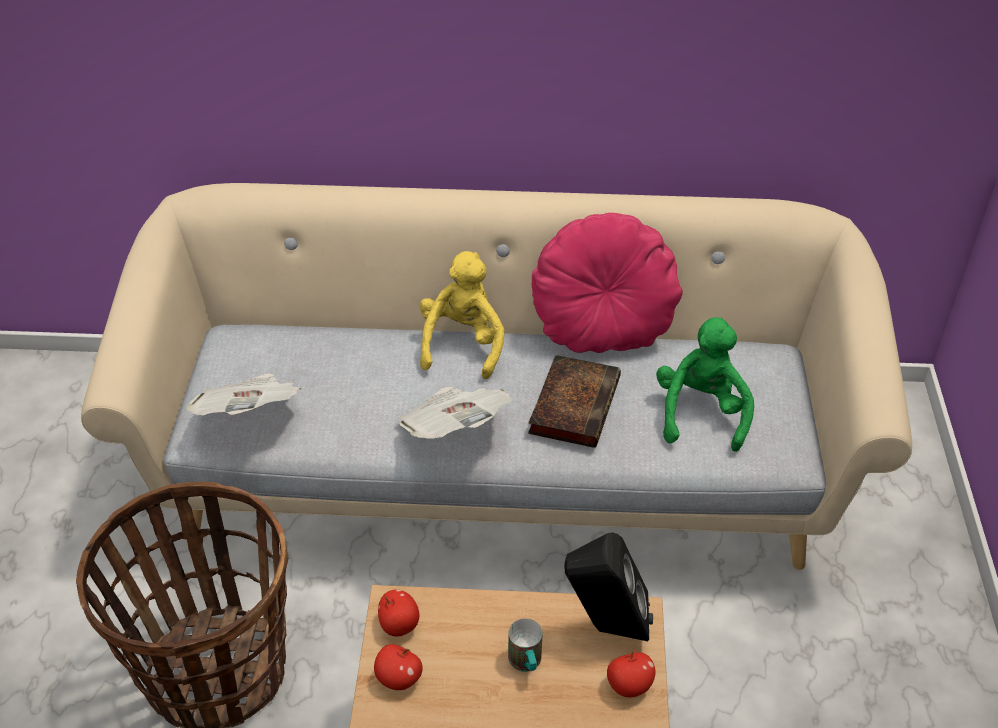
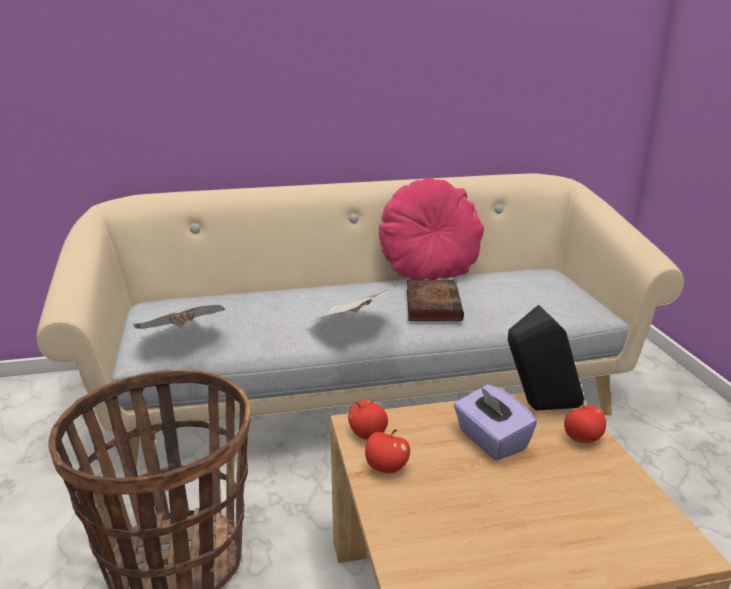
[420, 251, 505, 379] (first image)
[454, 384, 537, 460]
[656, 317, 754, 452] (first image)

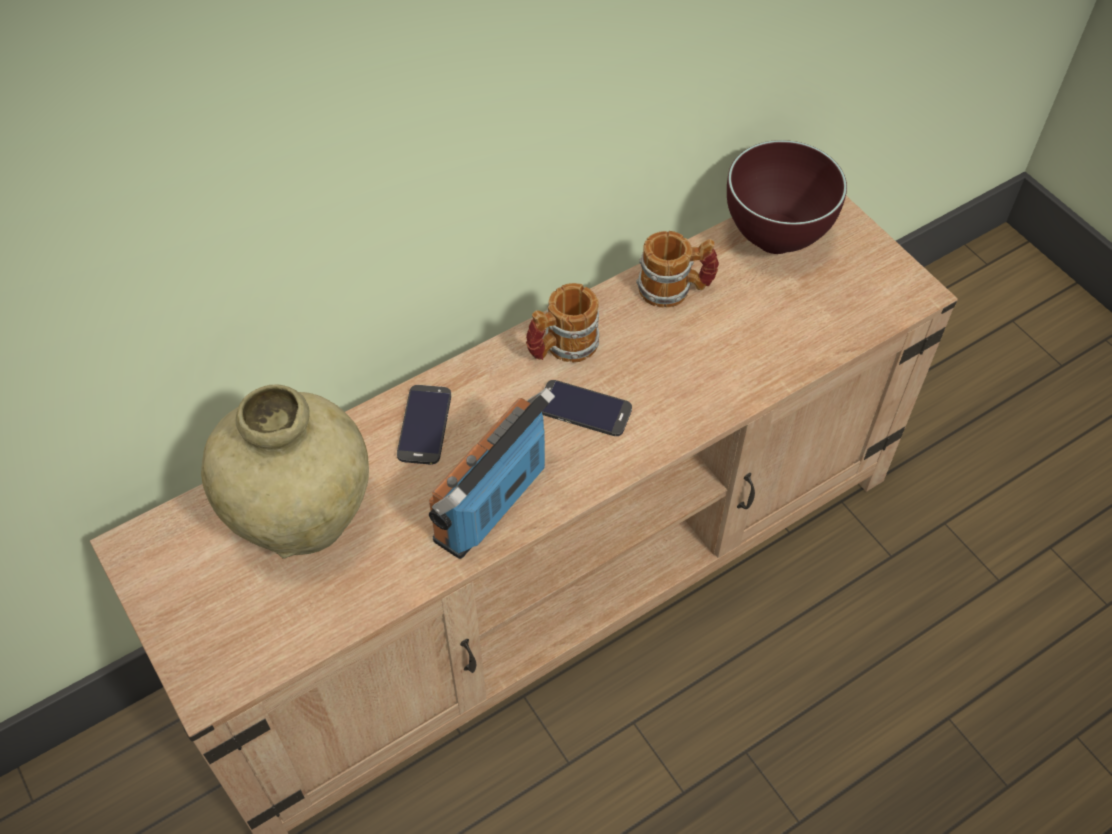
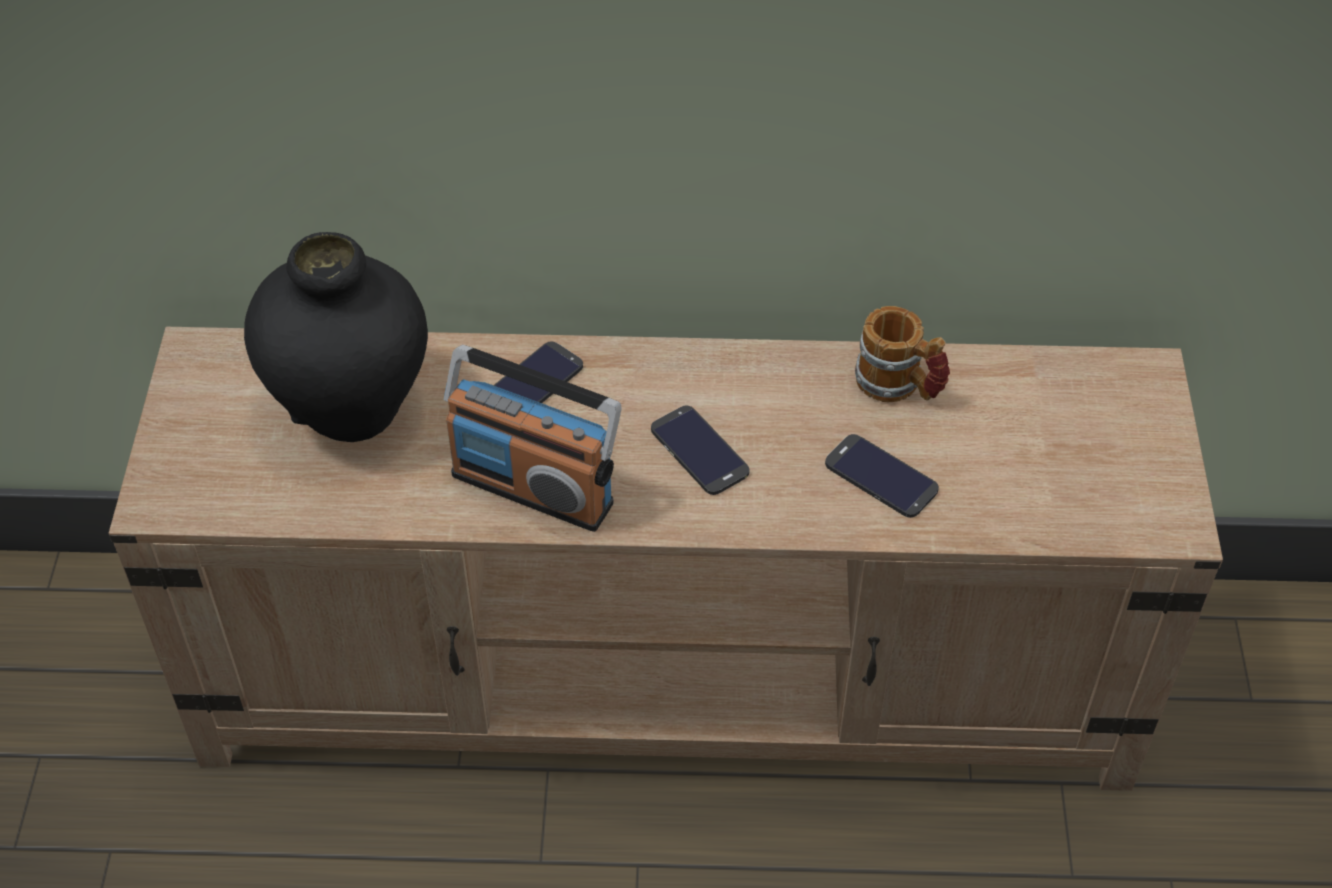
[244, 232, 428, 442]
[444, 345, 621, 532]
[526, 283, 599, 363] (first image)
[727, 140, 847, 254] (first image)
[825, 434, 939, 518]

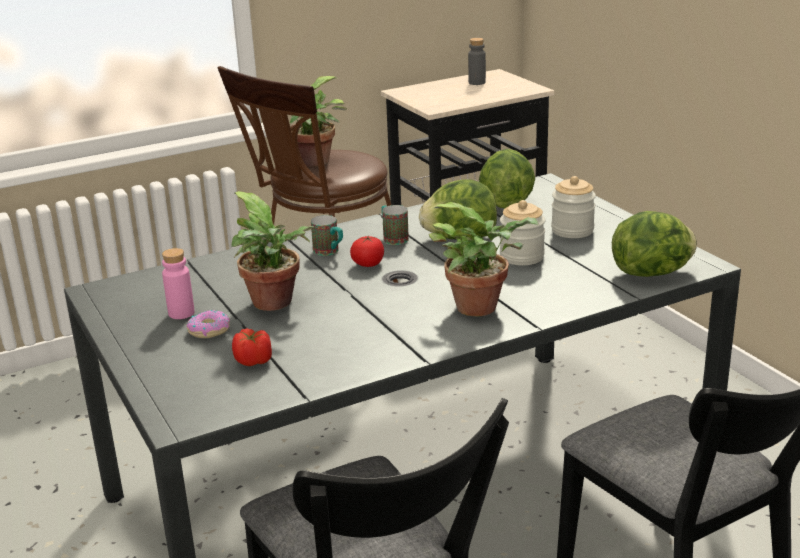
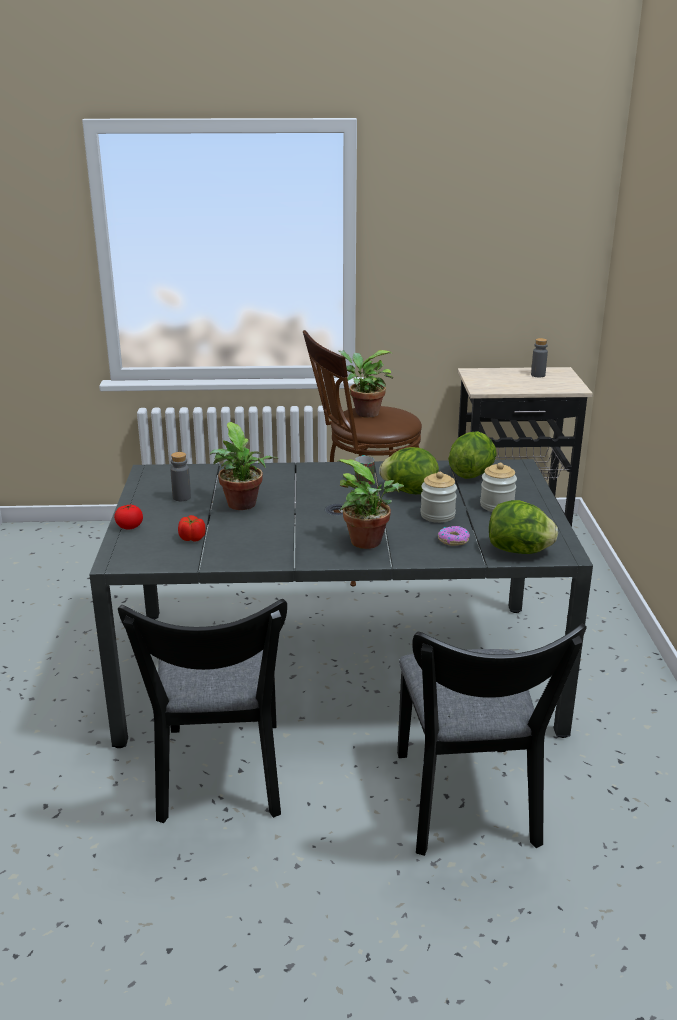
[170, 452, 191, 501]
[438, 526, 470, 546]
[311, 215, 343, 256] (first image)
[114, 505, 143, 529]

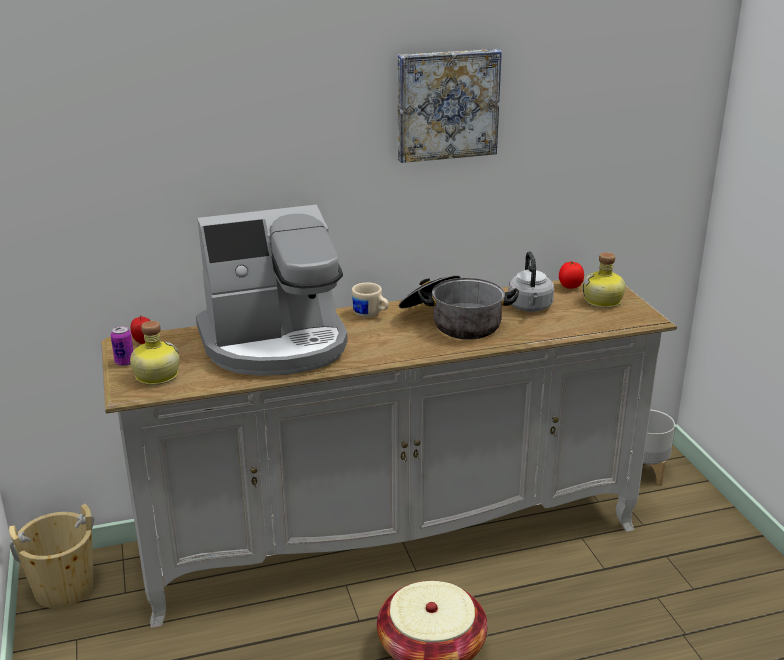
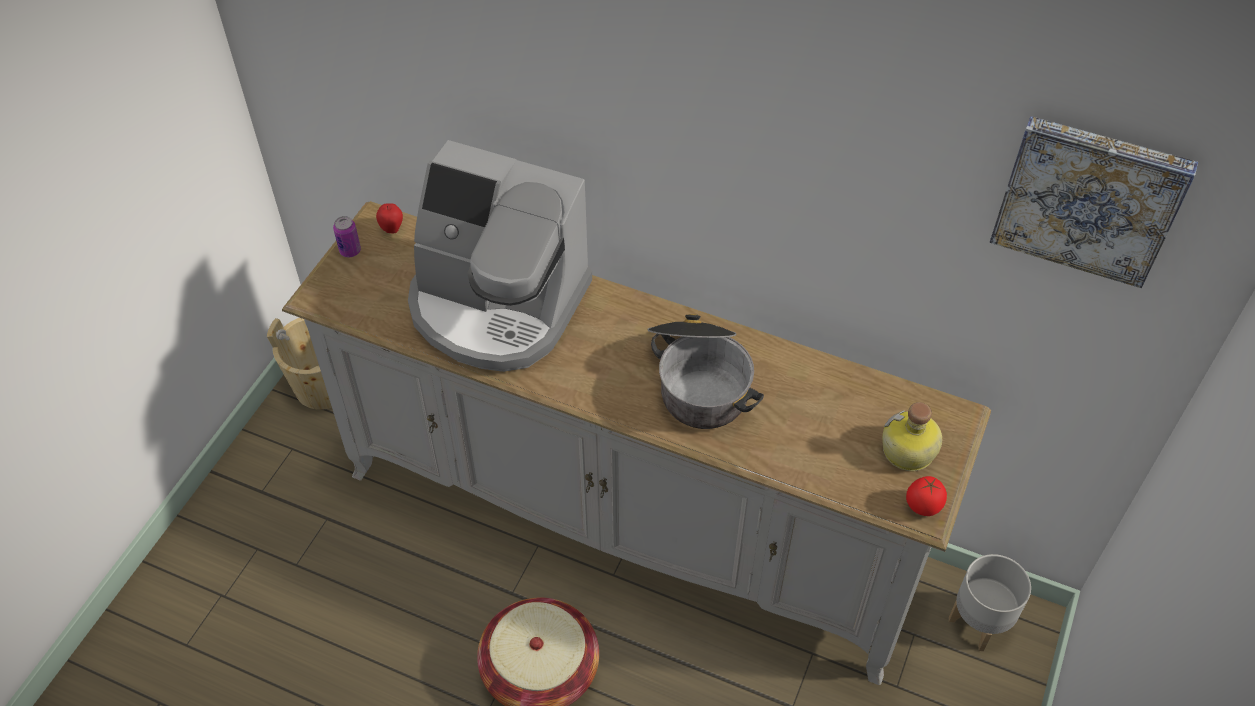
[130, 321, 180, 385] (first image)
[352, 283, 389, 317] (first image)
[990, 116, 1198, 288]
[508, 251, 554, 312] (first image)
[906, 476, 947, 516]

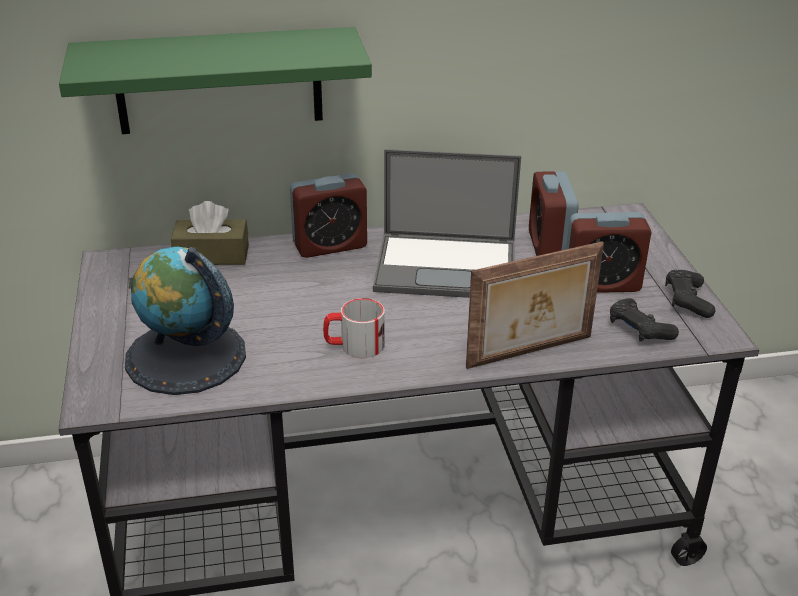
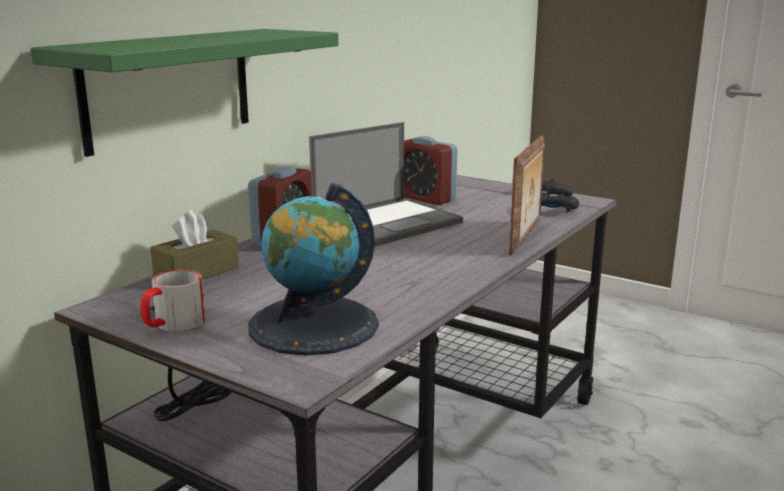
[141, 270, 205, 332]
[566, 212, 652, 293] (first image)

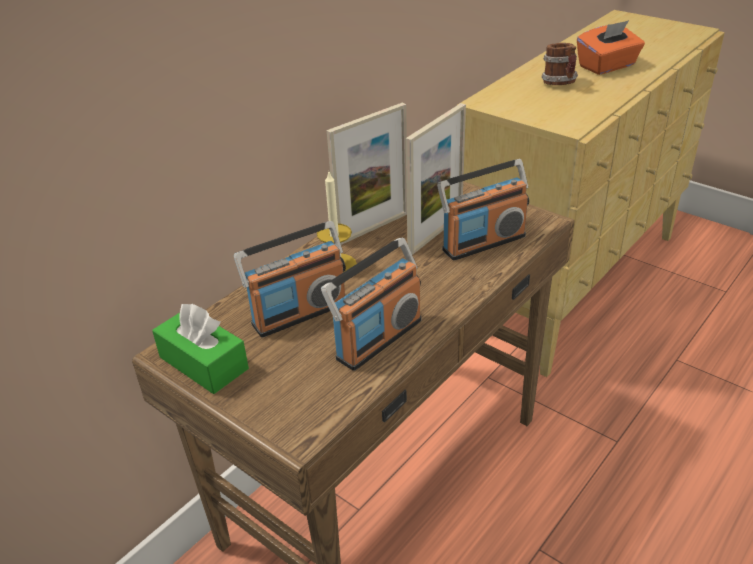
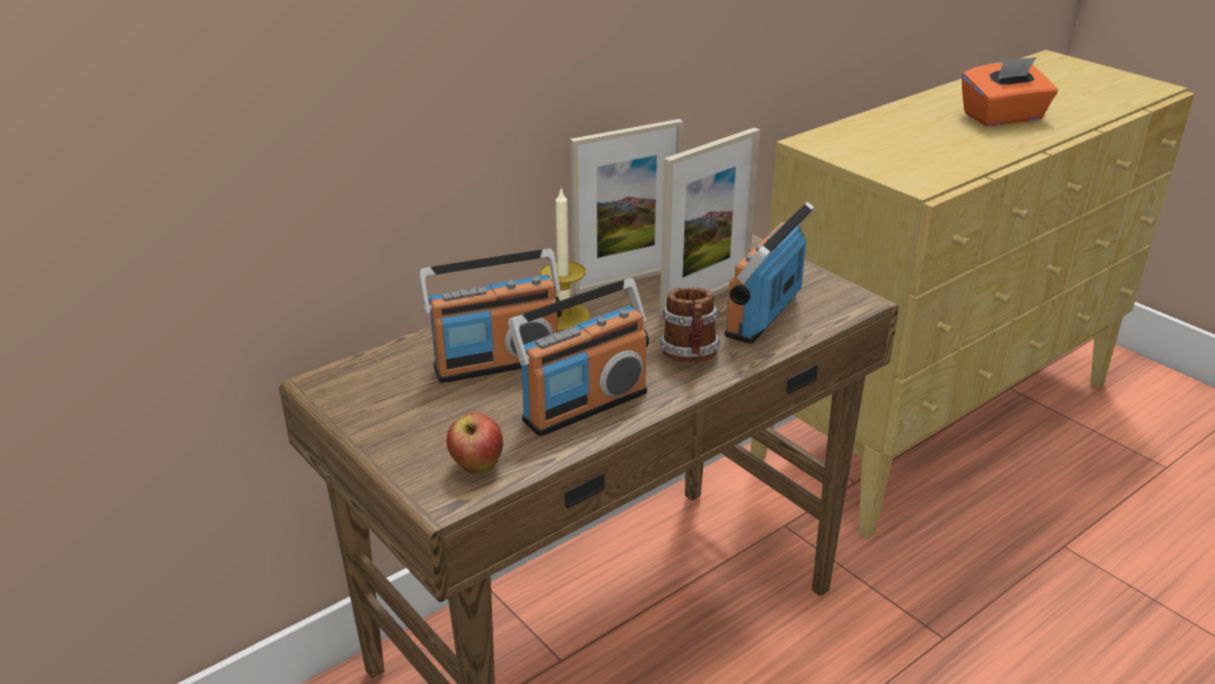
[152, 304, 249, 394] (first image)
[725, 201, 814, 344]
[659, 287, 721, 362]
[446, 413, 503, 473]

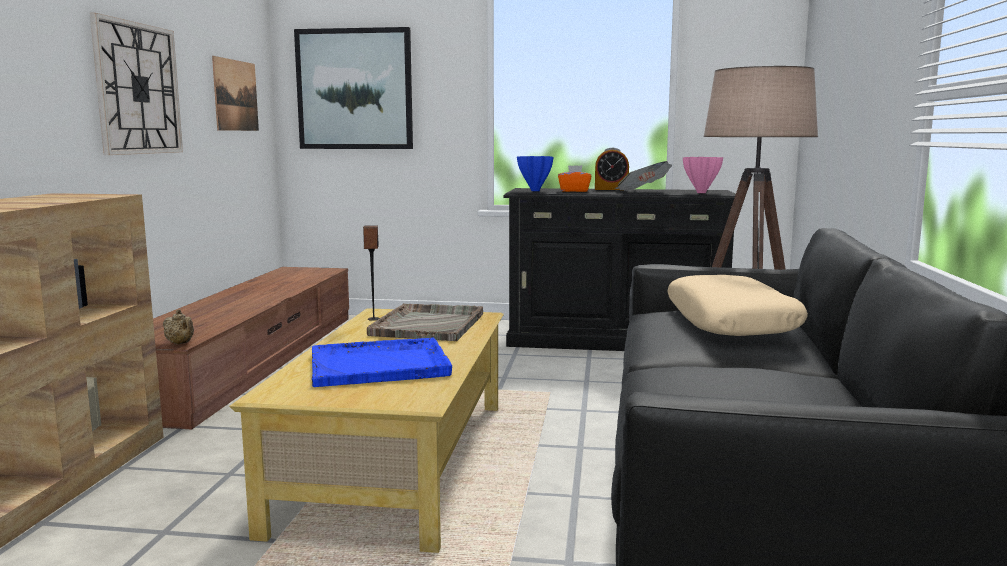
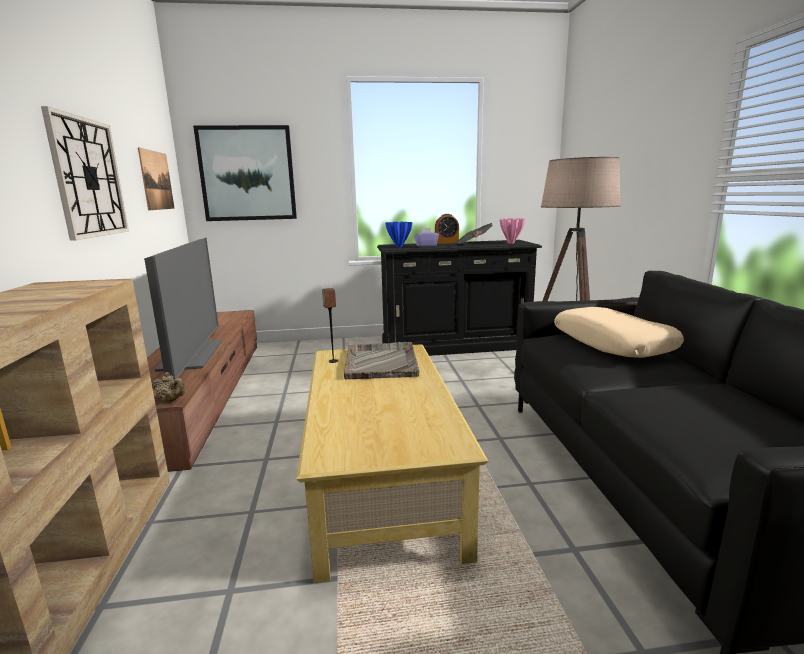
[312, 338, 452, 387] (first image)
[414, 227, 439, 247]
[144, 238, 222, 380]

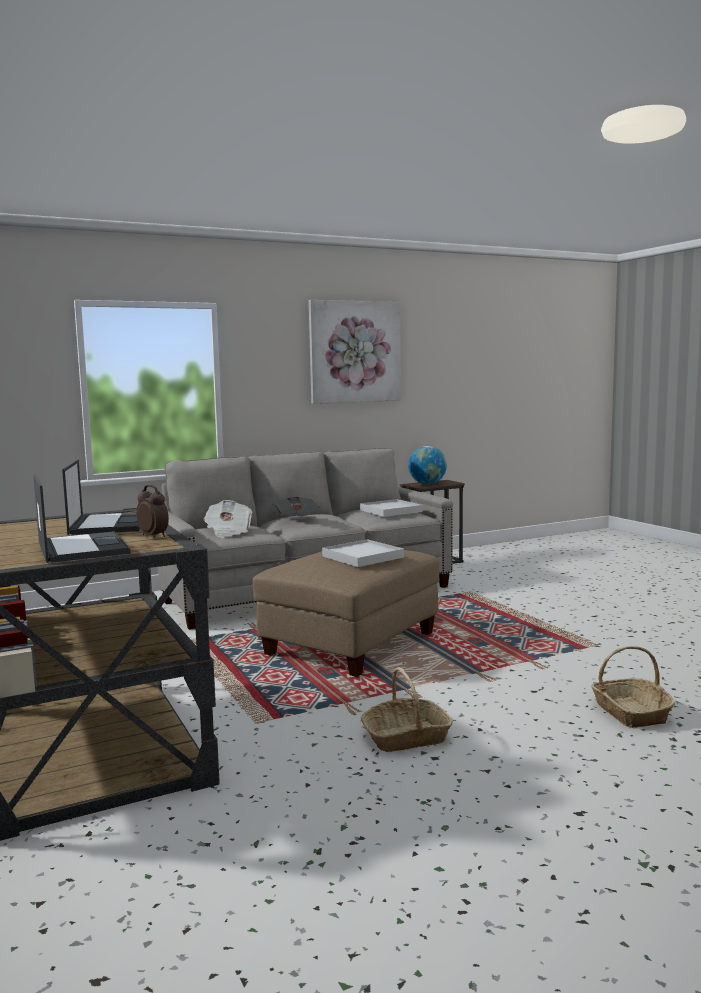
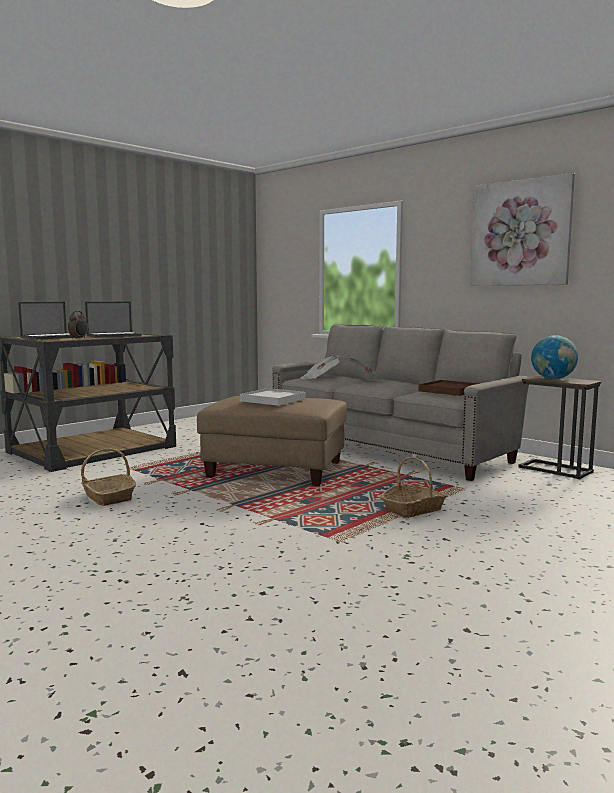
[419, 380, 479, 396]
[381, 457, 447, 518]

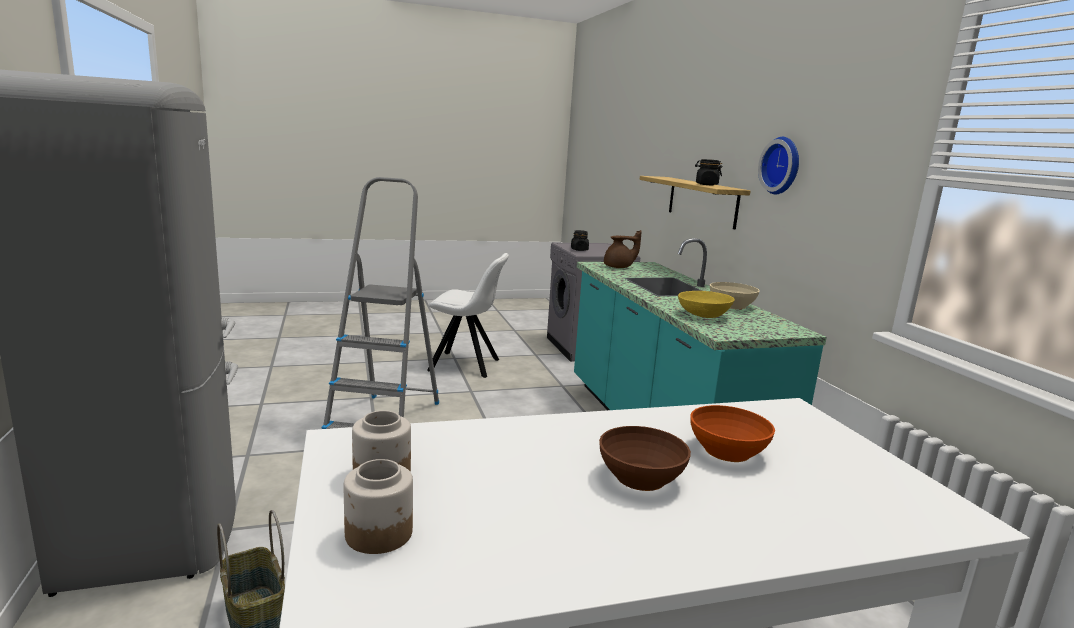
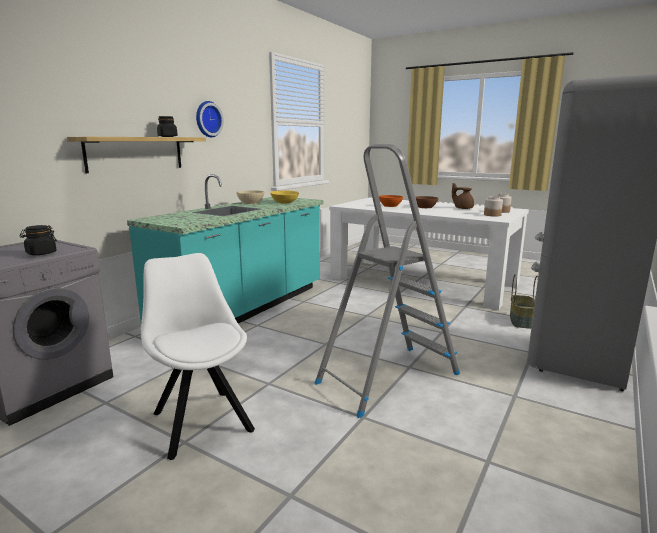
[452, 183, 474, 209]

